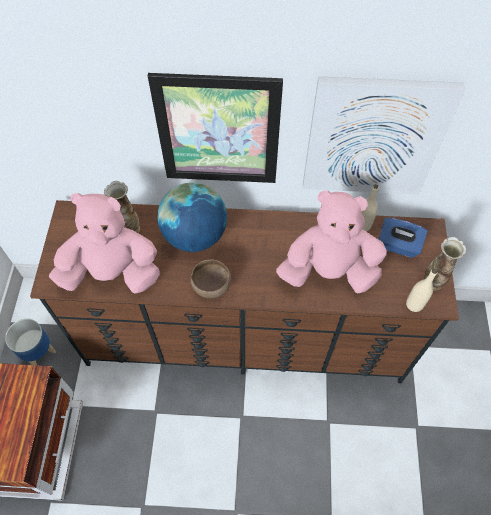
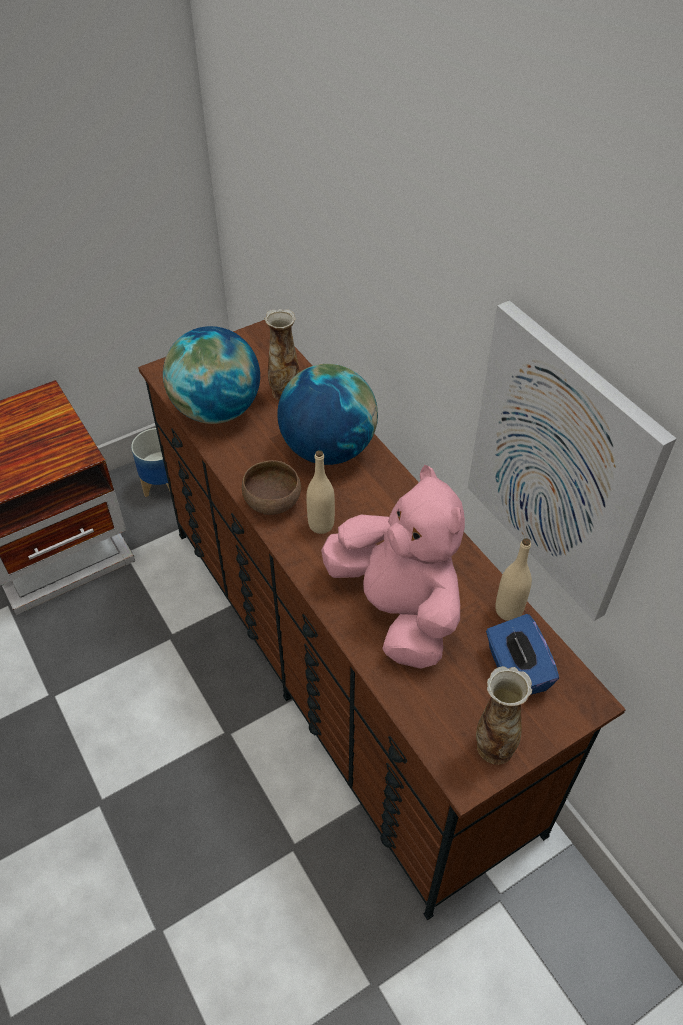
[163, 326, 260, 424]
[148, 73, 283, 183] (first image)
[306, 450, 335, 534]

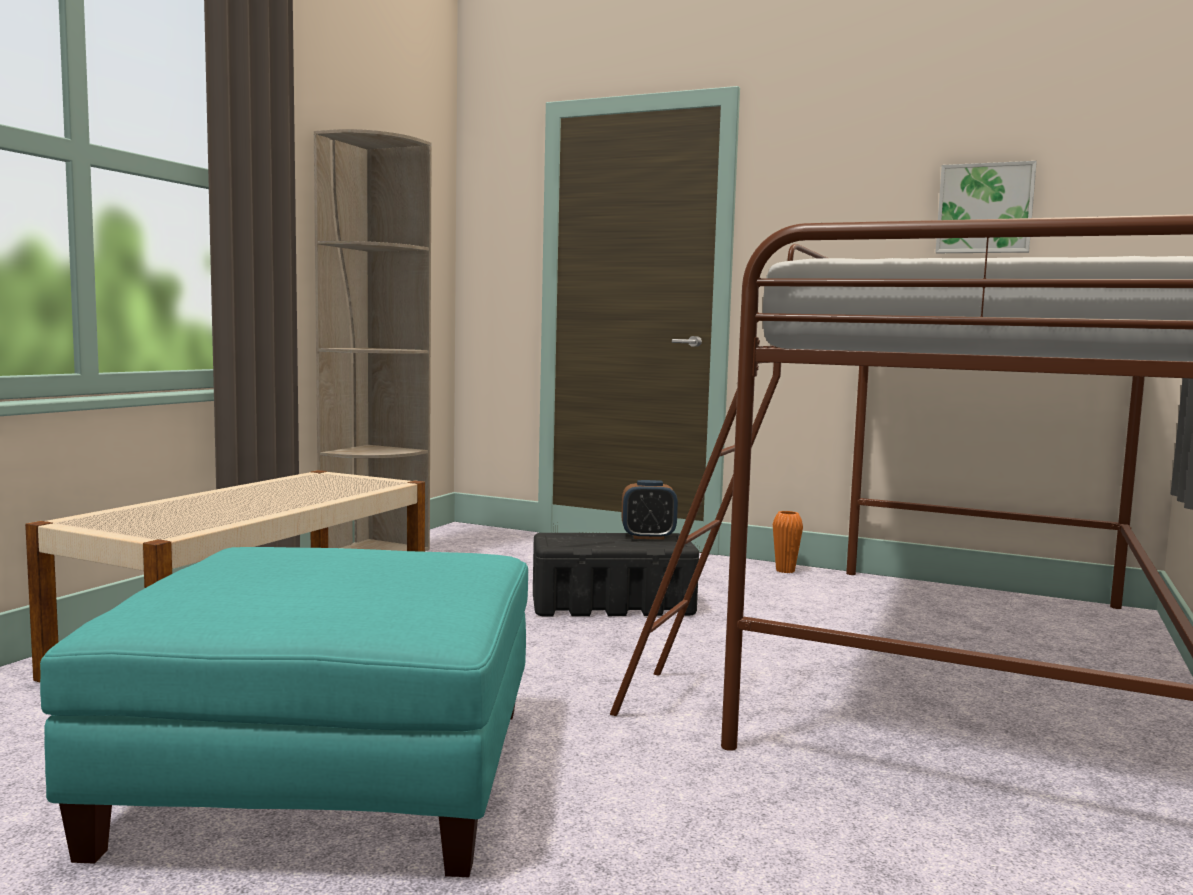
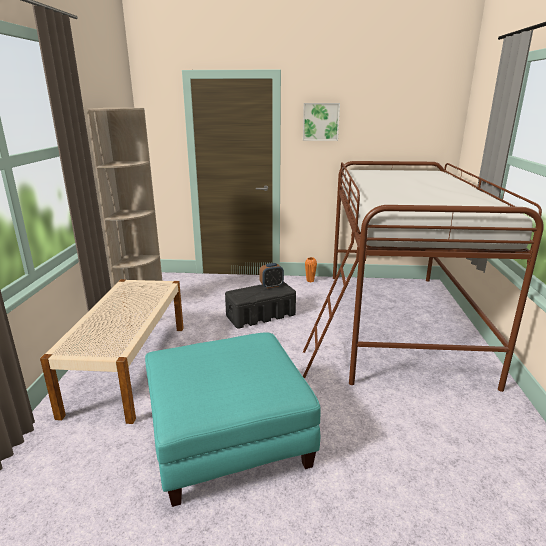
[303, 103, 340, 141]

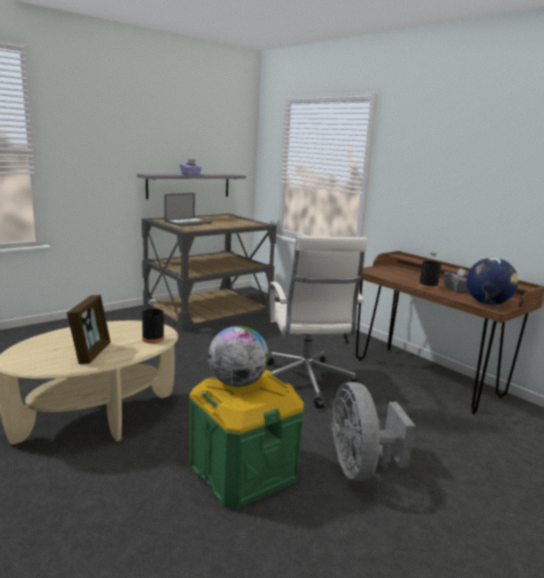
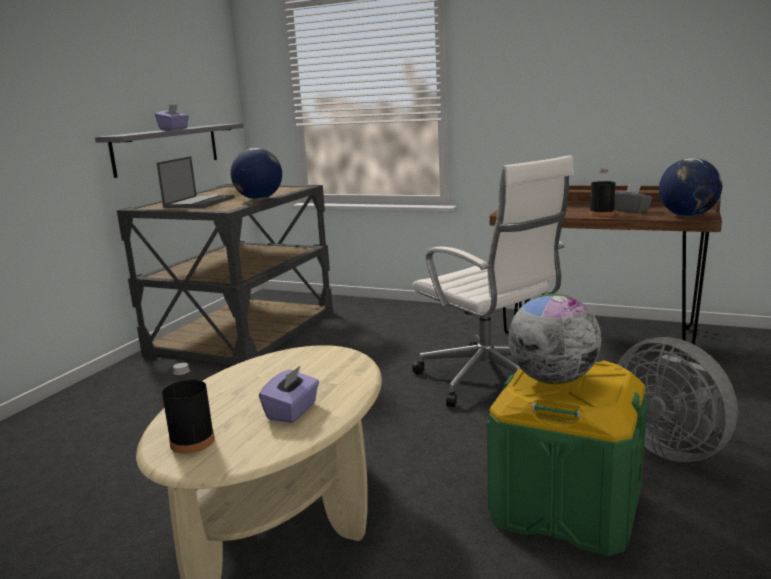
[259, 365, 319, 423]
[162, 363, 215, 454]
[231, 148, 282, 200]

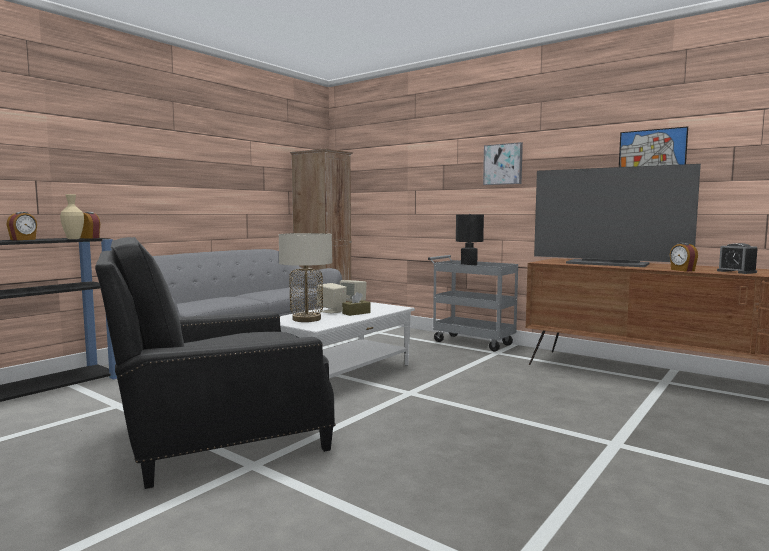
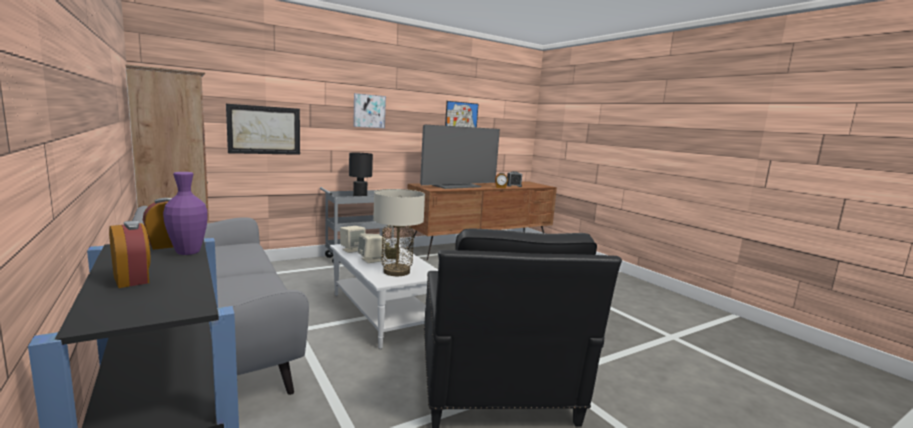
[163, 172, 208, 255]
[226, 104, 300, 155]

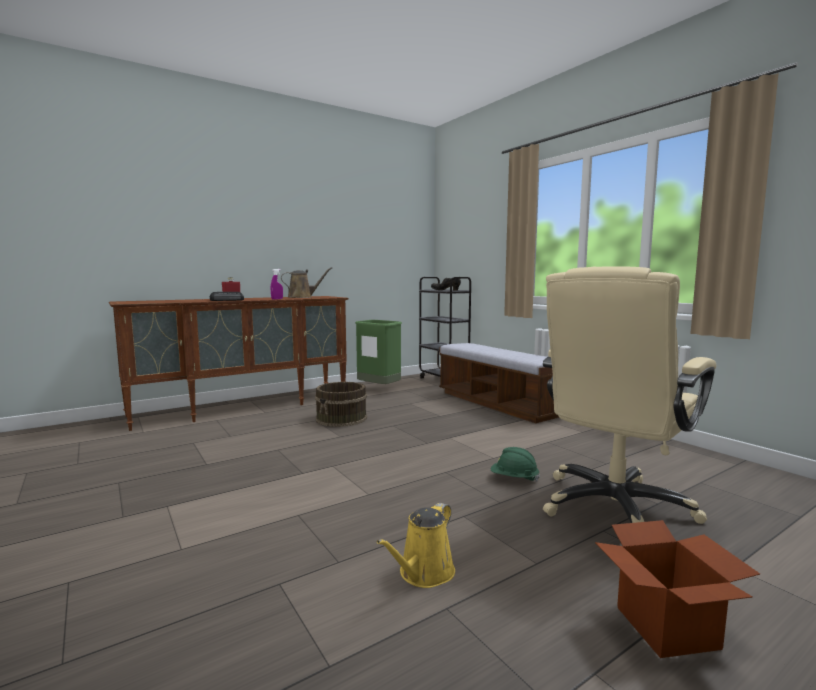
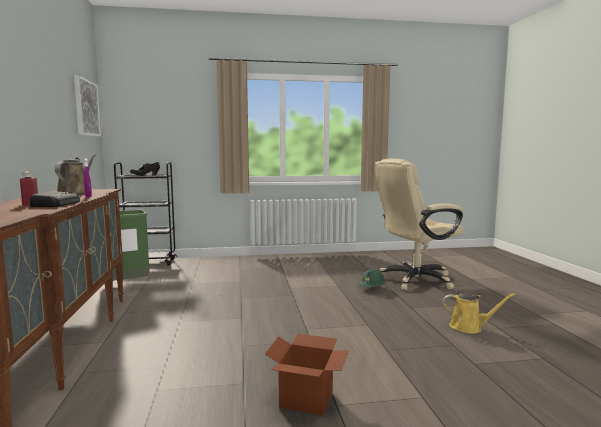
[315, 382, 367, 427] (first image)
[443, 293, 516, 333]
[439, 343, 559, 423] (first image)
[375, 158, 464, 290]
[265, 334, 349, 416]
[74, 76, 101, 137]

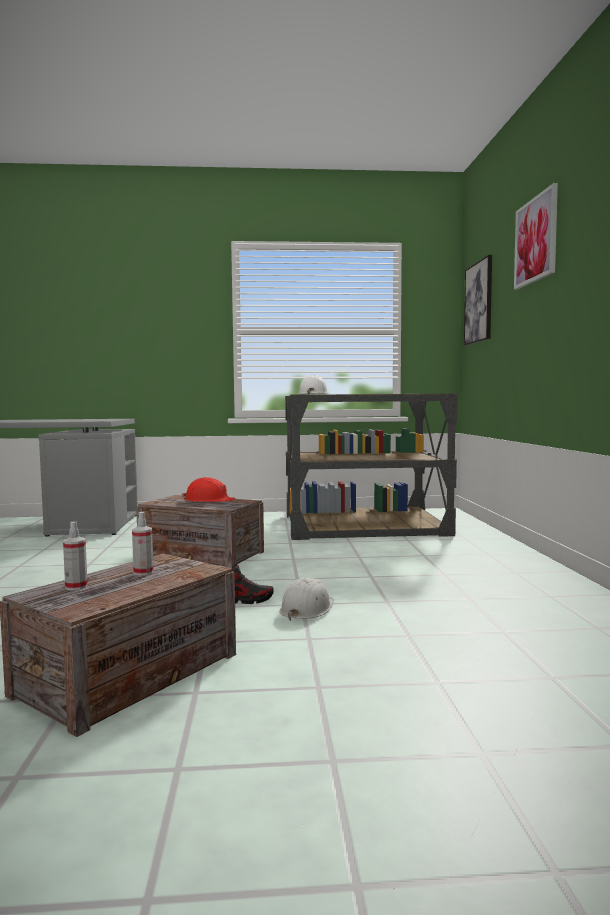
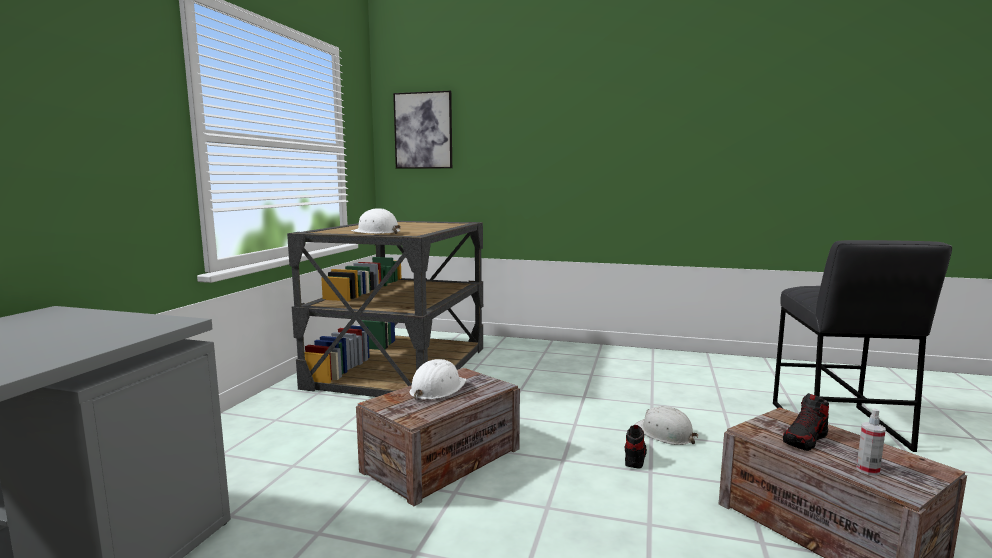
[783, 393, 829, 451]
[409, 359, 467, 400]
[514, 183, 558, 290] (first image)
[773, 240, 952, 452]

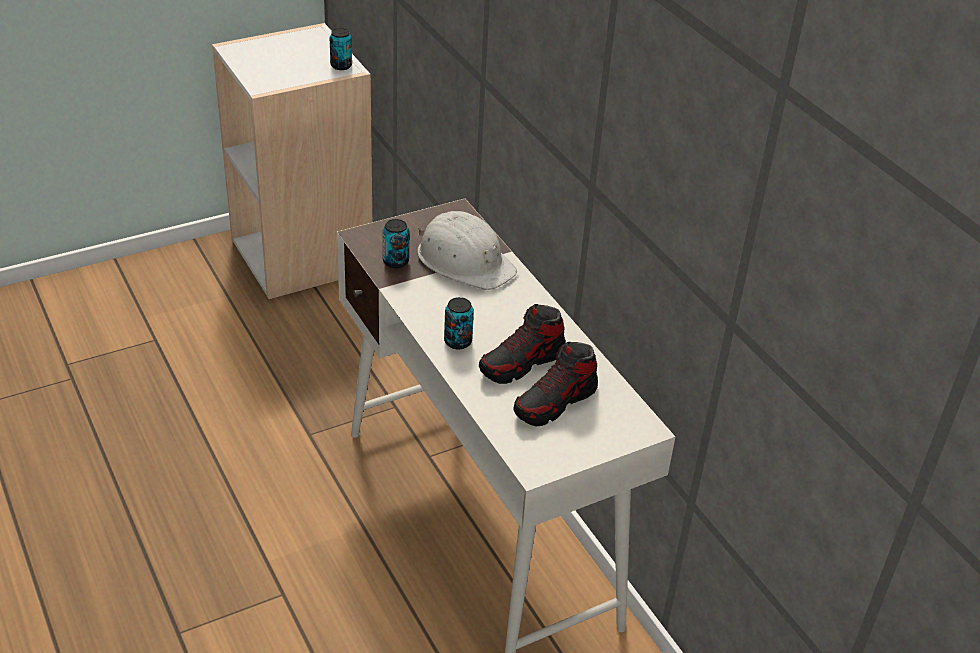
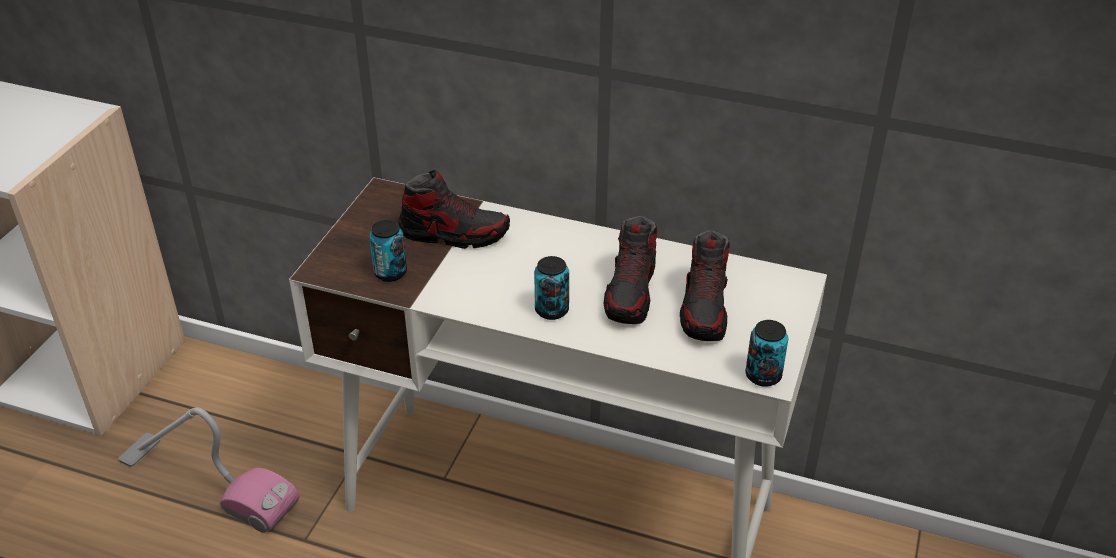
[745, 320, 788, 387]
[398, 170, 510, 249]
[118, 407, 299, 533]

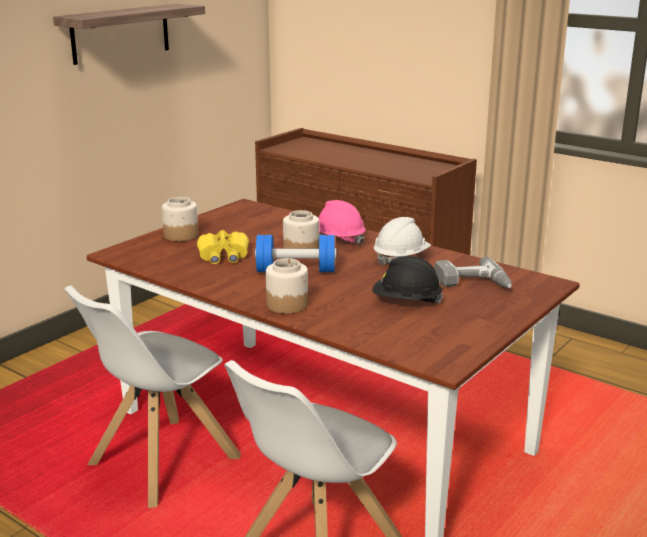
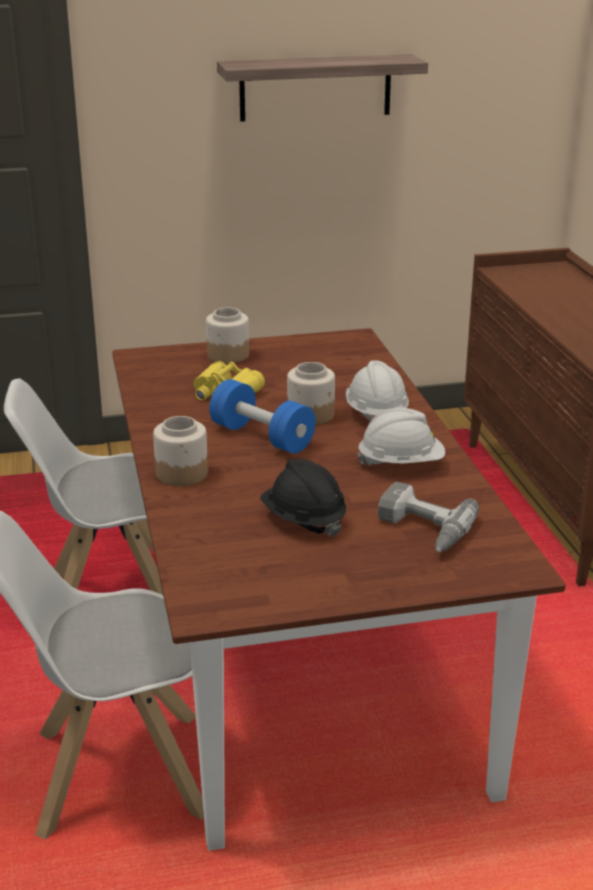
[346, 360, 409, 421]

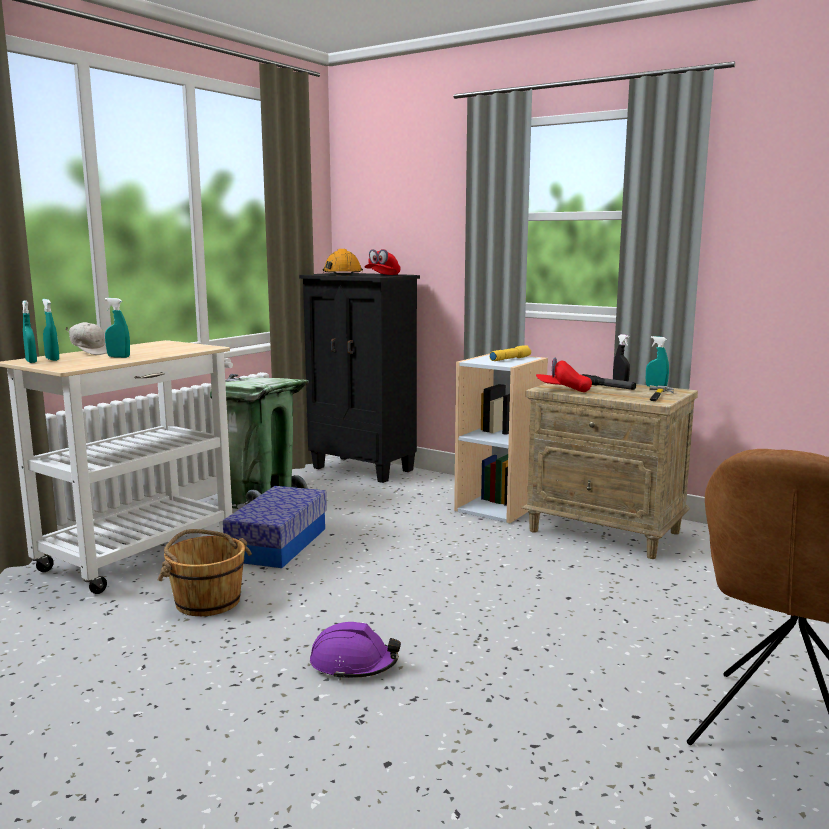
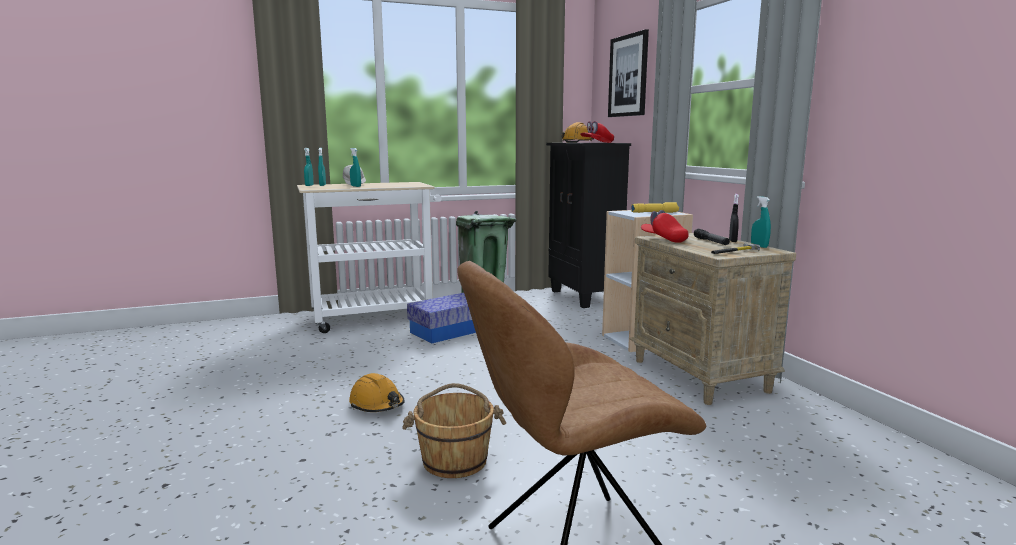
[402, 383, 506, 478]
[349, 373, 405, 412]
[608, 29, 649, 117]

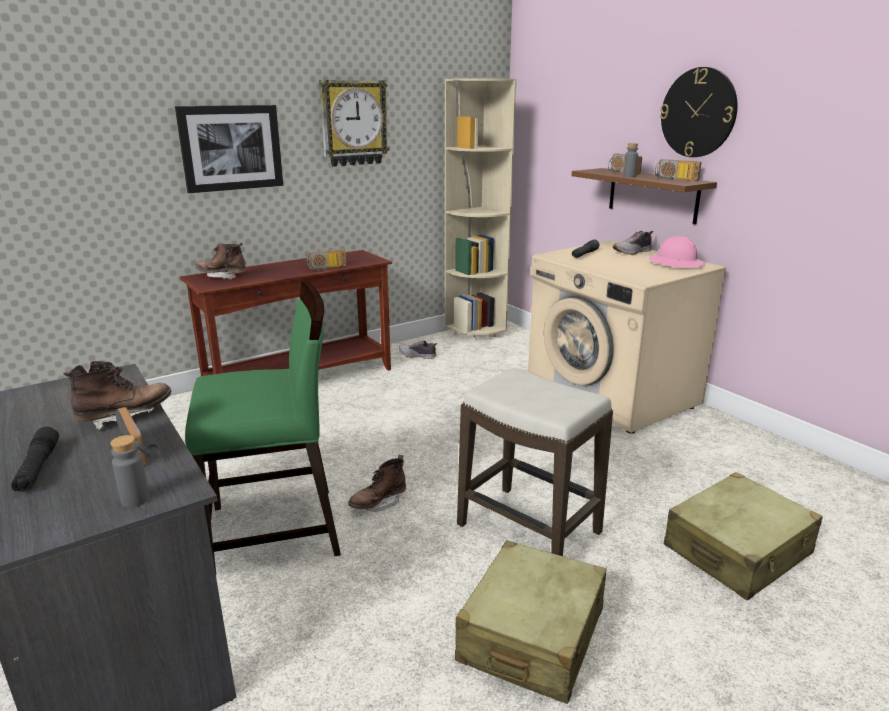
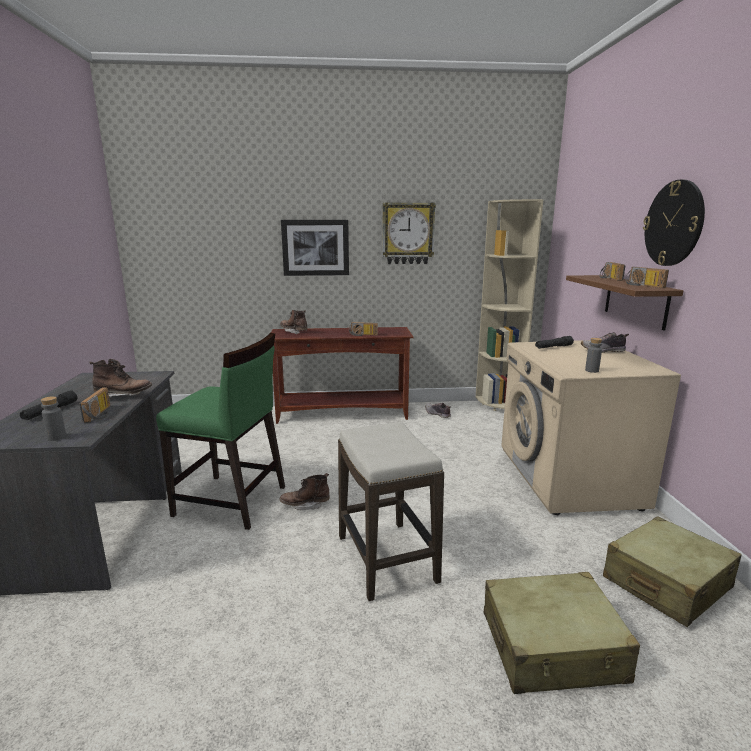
[603, 516, 742, 627]
[585, 338, 602, 373]
[649, 236, 706, 268] (first image)

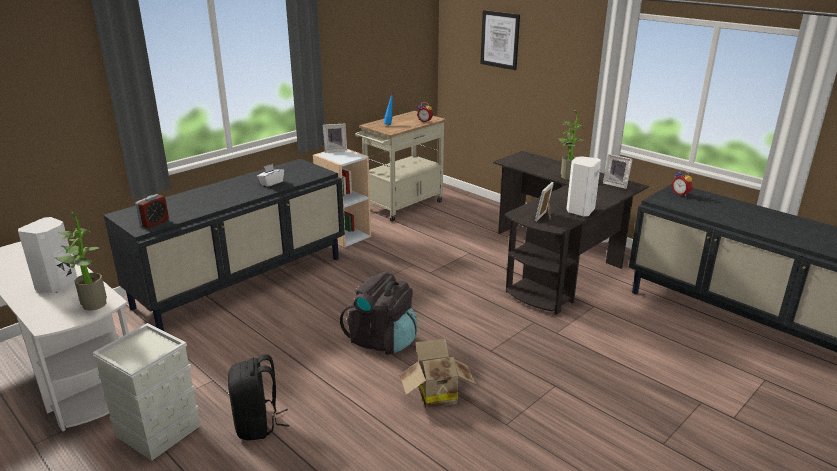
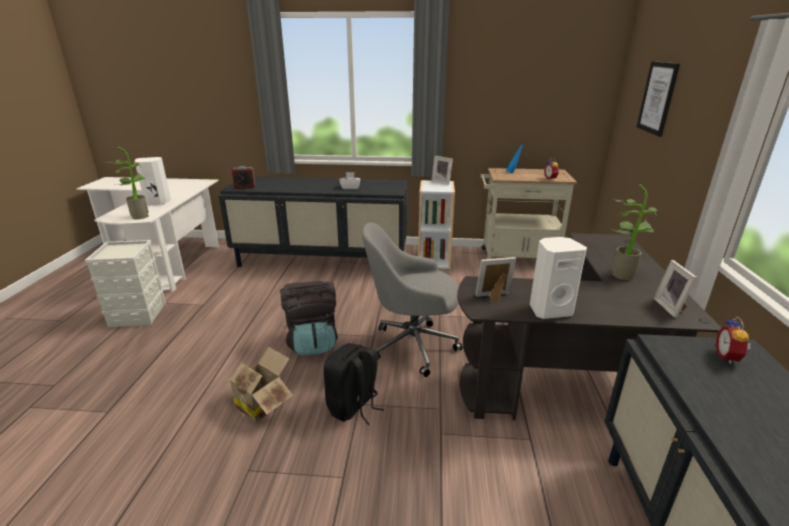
[324, 343, 384, 425]
[362, 222, 462, 377]

